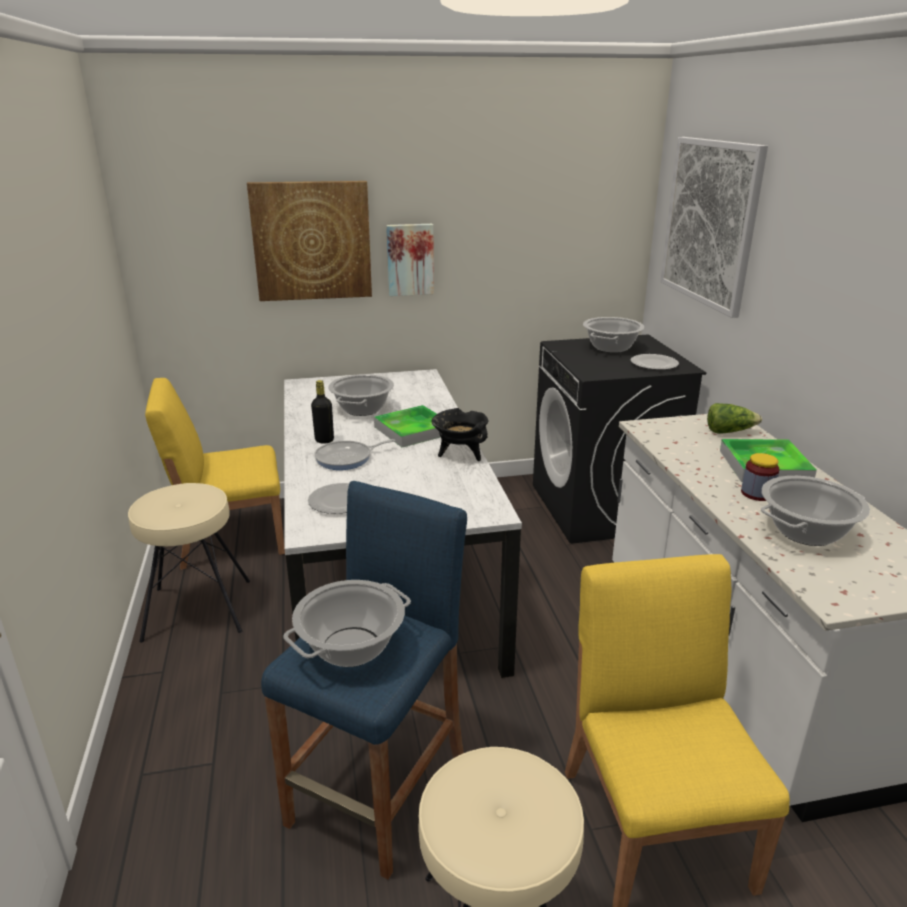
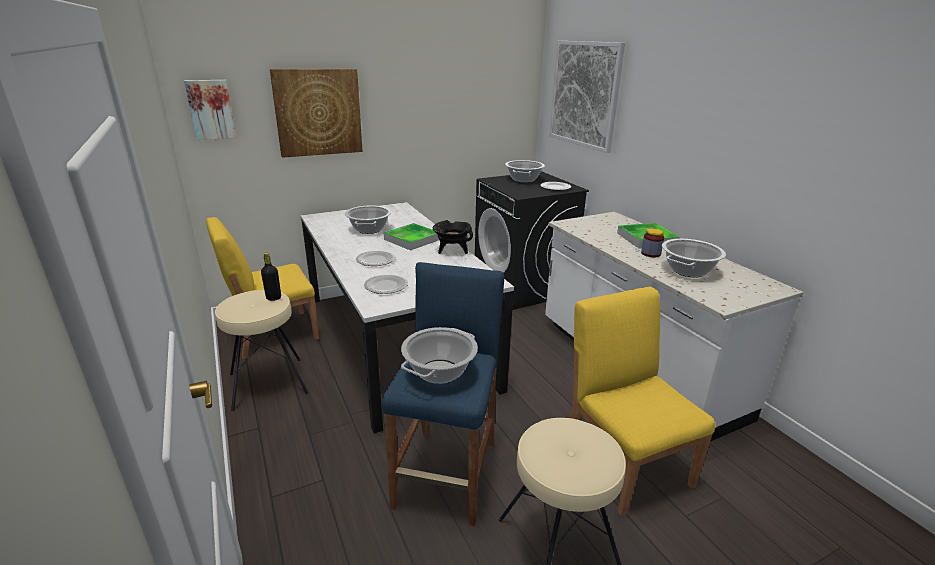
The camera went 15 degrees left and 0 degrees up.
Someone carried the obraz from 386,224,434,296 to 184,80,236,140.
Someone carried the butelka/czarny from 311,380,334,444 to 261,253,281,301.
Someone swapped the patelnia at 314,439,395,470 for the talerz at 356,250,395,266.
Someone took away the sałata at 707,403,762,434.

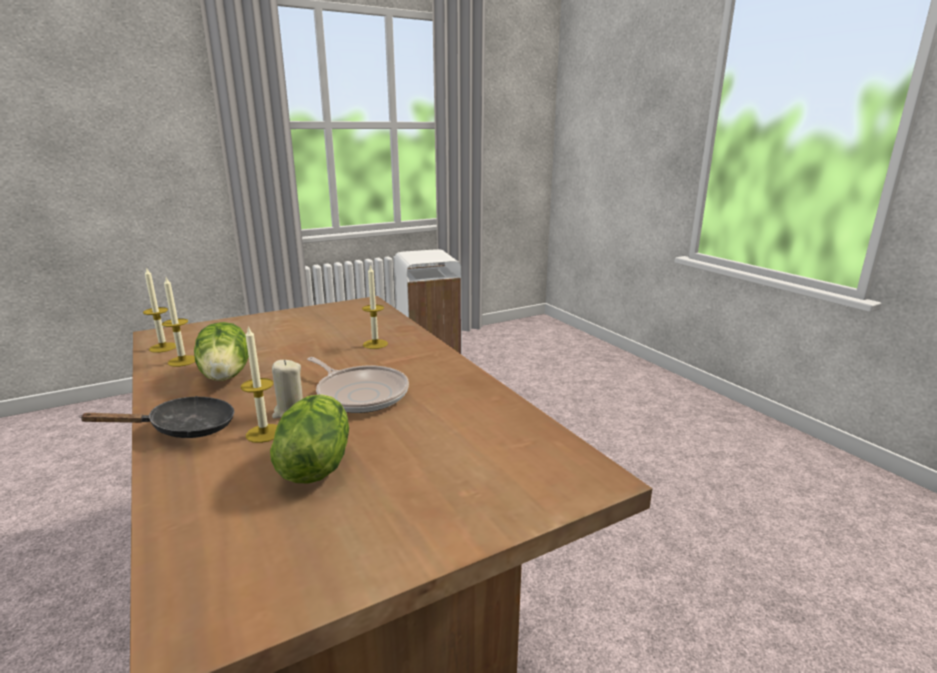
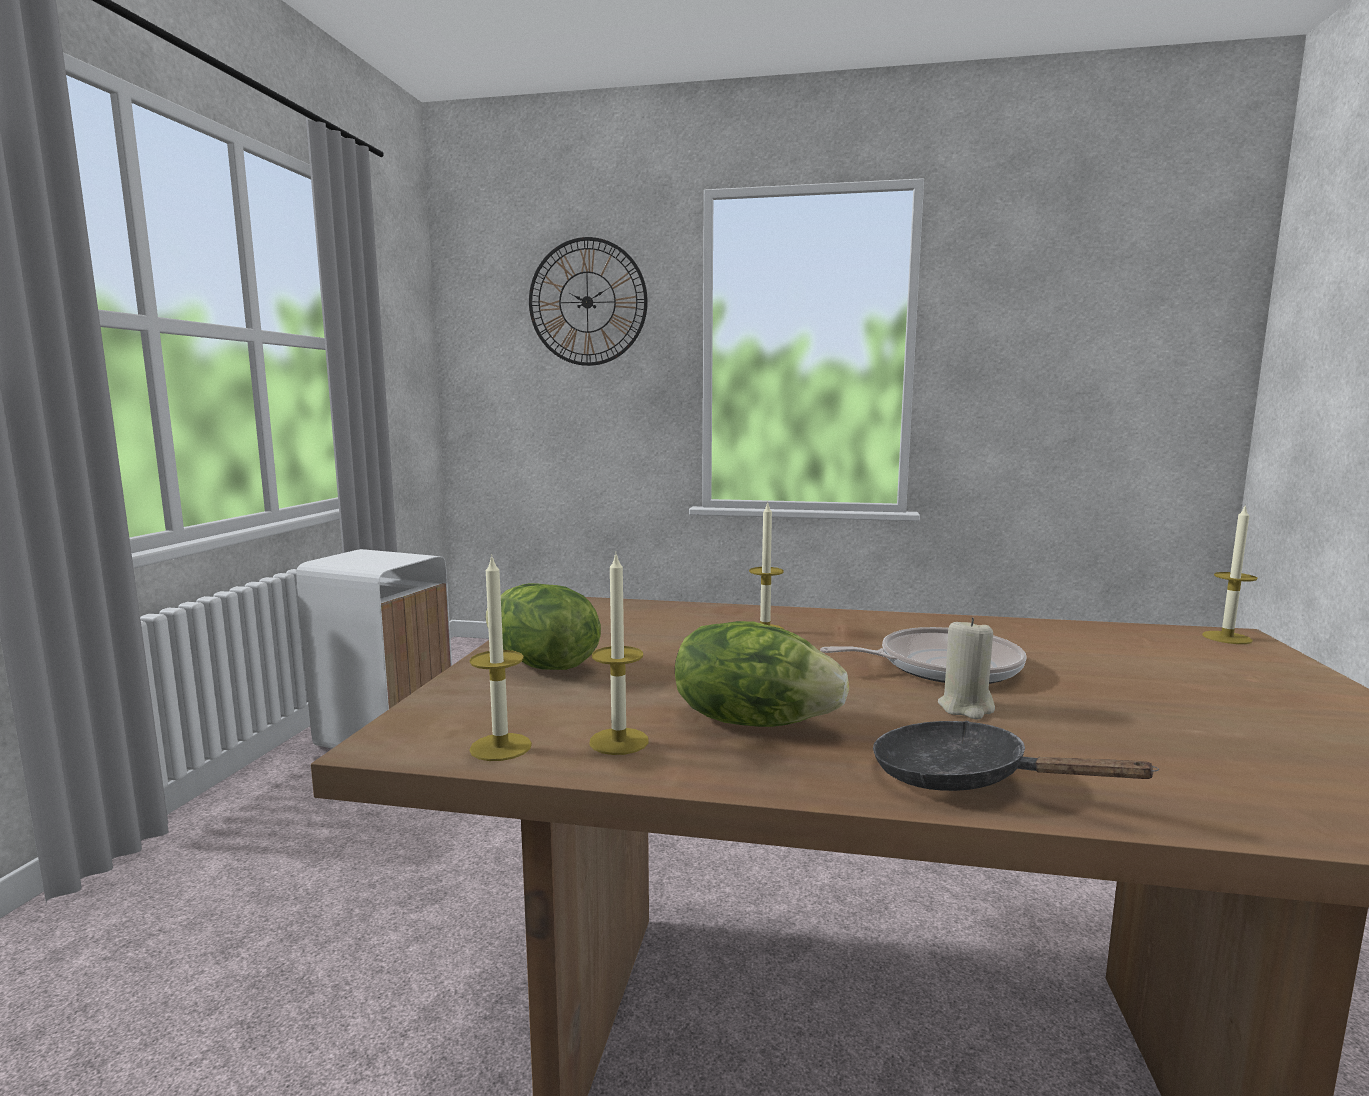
The camera went 50 degrees left and 10 degrees down.
Someone carried the sałata from 270,394,349,483 to 485,583,601,670.
Someone put up the zegar ścienny at 529,237,648,366.
Someone rotated the patelnia/czarny at 79,396,234,438 by 75 degrees counterclockwise.
Someone carried the świeca from 241,326,277,443 to 1202,504,1258,644.

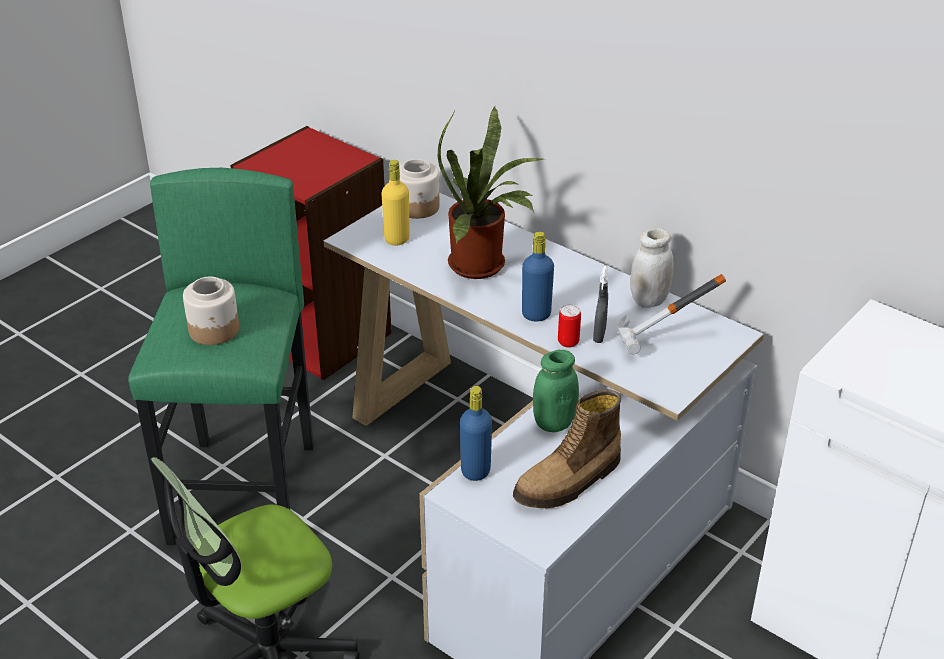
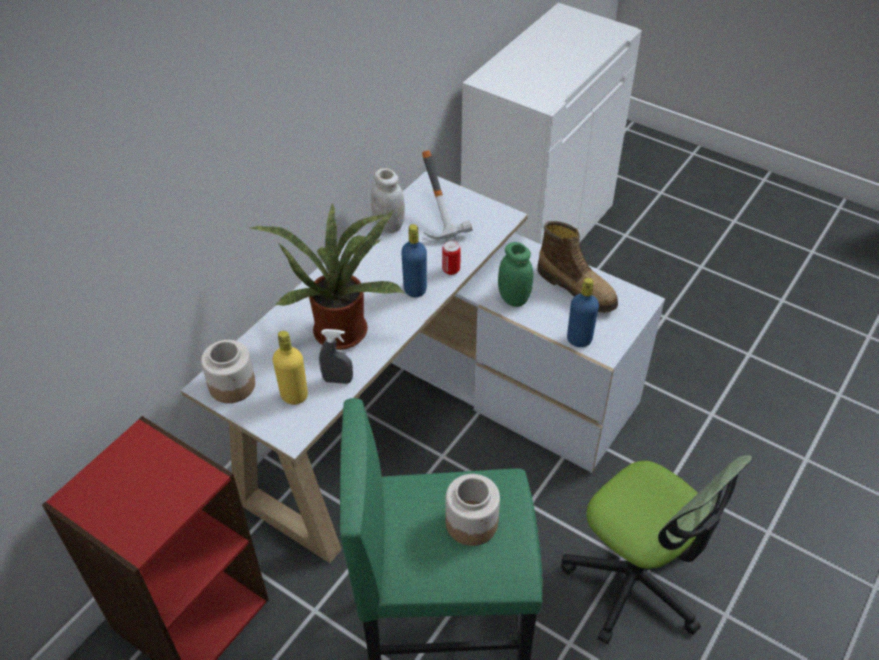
The camera went 95 degrees left and 10 degrees up.
Someone carried the spryskiwacz/szary from 593,266,608,343 to 319,329,353,384.

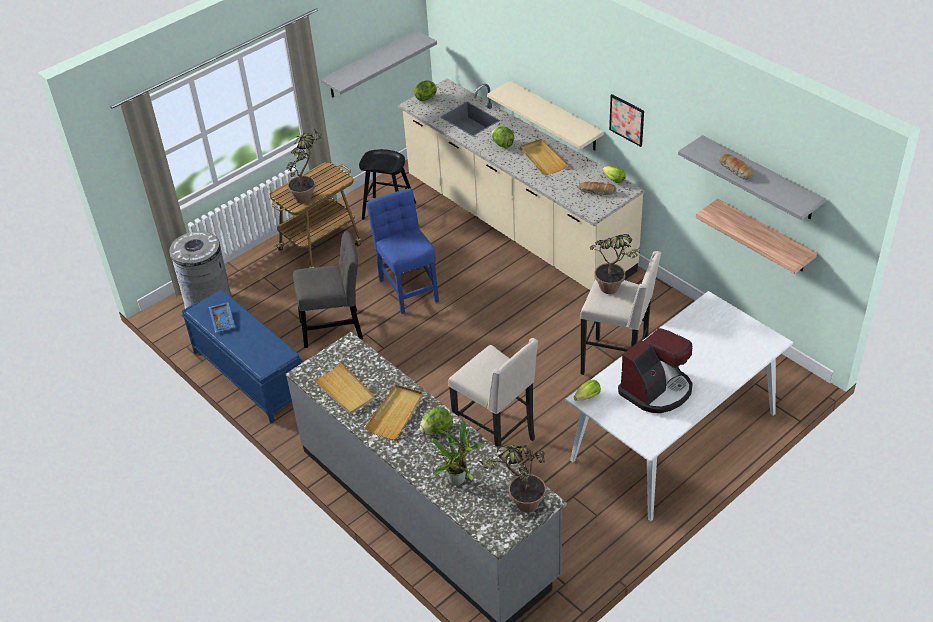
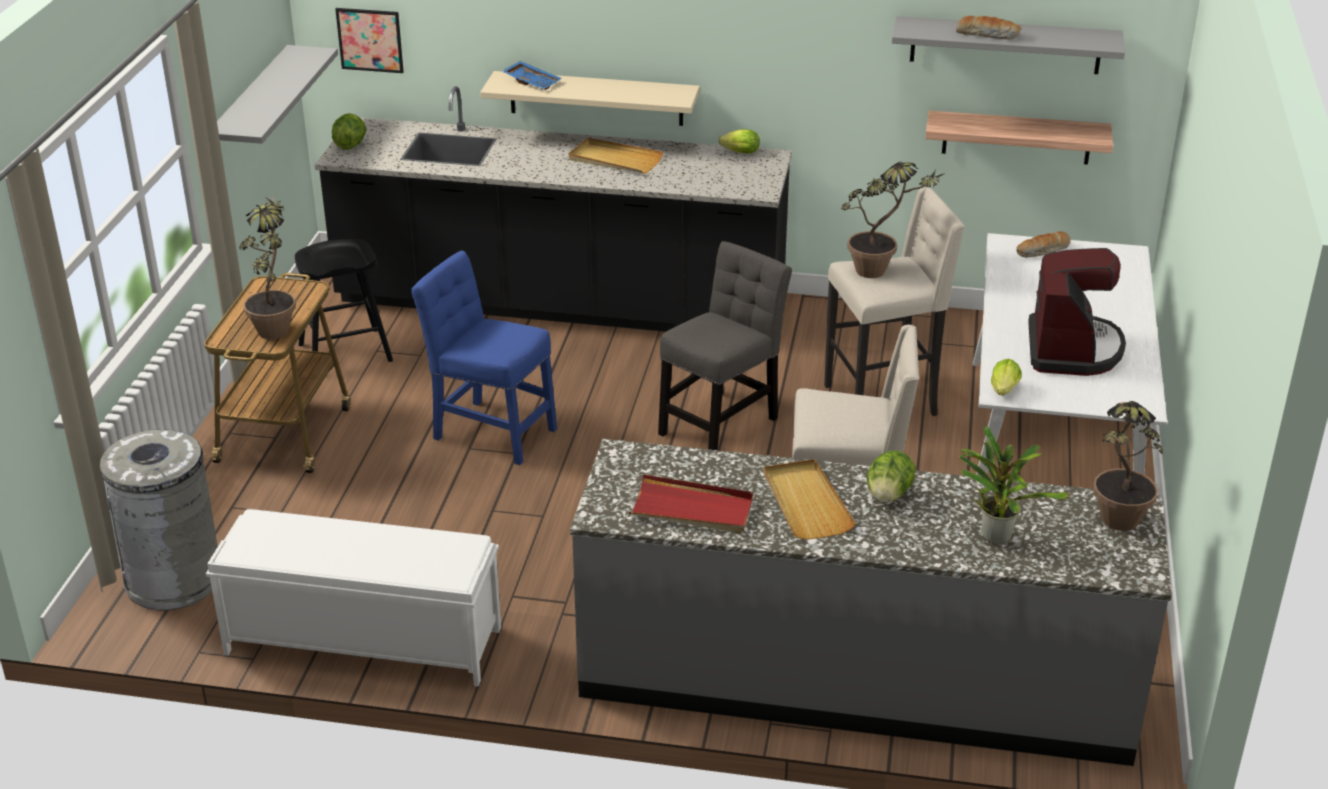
The camera went 40 degrees left and 10 degrees down.
Someone repainted the ławka/niebieski at 182,290,303,423, which became the ławka/biały at 206,509,501,687.
Someone repainted the zabudowa kuchenna/beżowy at 398,78,644,291, which became the zabudowa kuchenna/czarny at 315,86,792,332.
Someone carried the obraz from 609,94,644,147 to 335,8,404,73.
Someone carried the taca/niebieski from 208,302,235,333 to 502,61,562,90.
Someone repainted the taca/beżowy at 311,361,375,415, which became the taca/czerwony at 629,474,754,533.
Someone carried the krzesło/szary from 293,231,363,348 to 658,241,792,450.
Someone carried the chleb from 578,182,616,195 to 1016,231,1070,257.
Someone took away the sałata at 491,126,514,148.

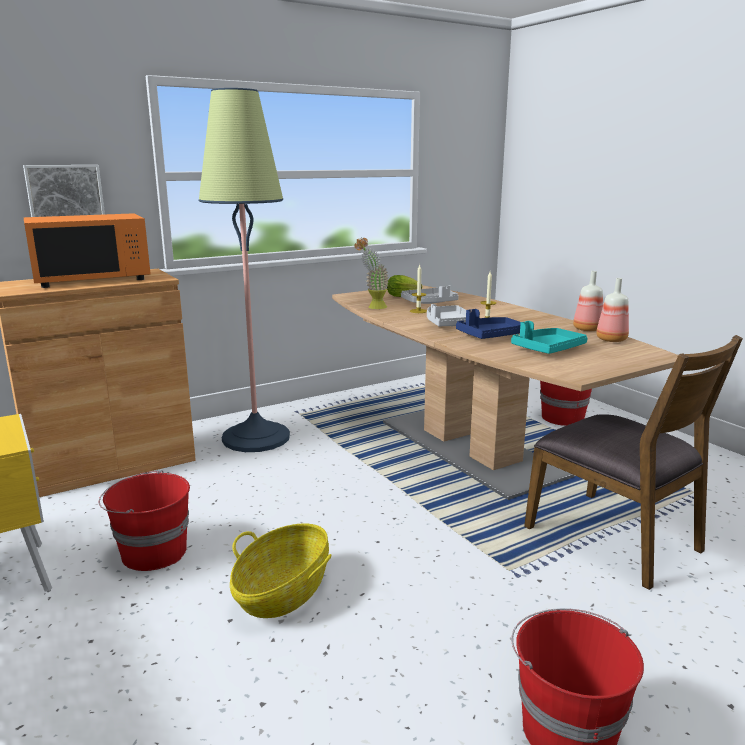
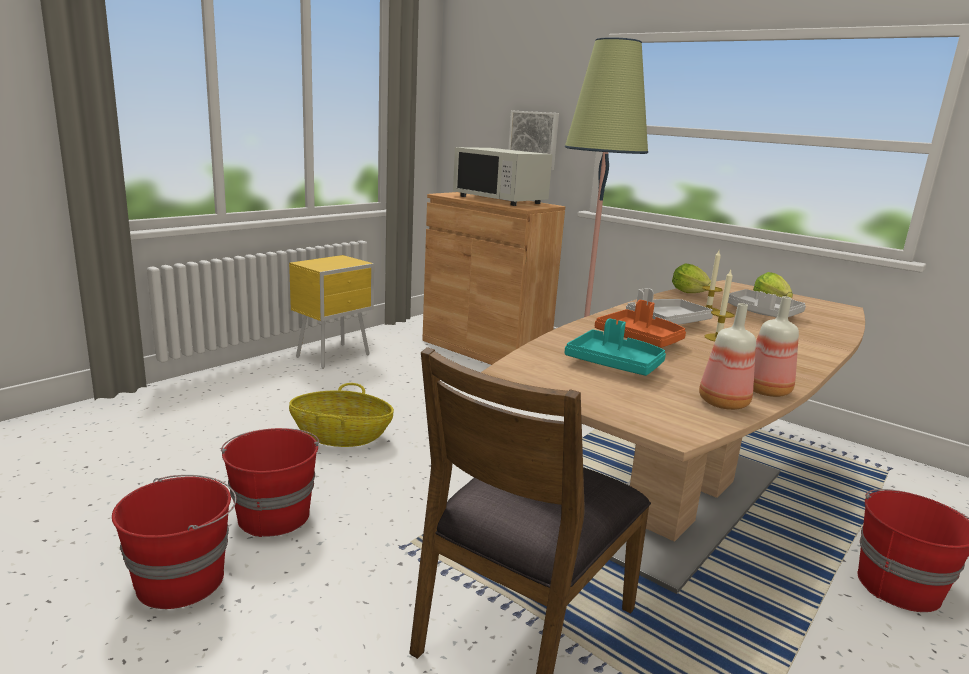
The camera went 70 degrees right and 0 degrees up.
Someone carried the wiadro/czerwony from 99,470,190,571 to 221,428,319,537.
Someone repainted the mikrofalówka/pomarańczowy at 24,213,151,288, which became the mikrofalówka/biały at 453,147,553,206.
Someone repainted the taca/niebieski at 456,309,521,339, which became the taca/pomarańczowy at 595,300,686,348.
Someone swapped the roślina doniczkowa at 354,238,389,309 for the sałata at 672,263,711,293.

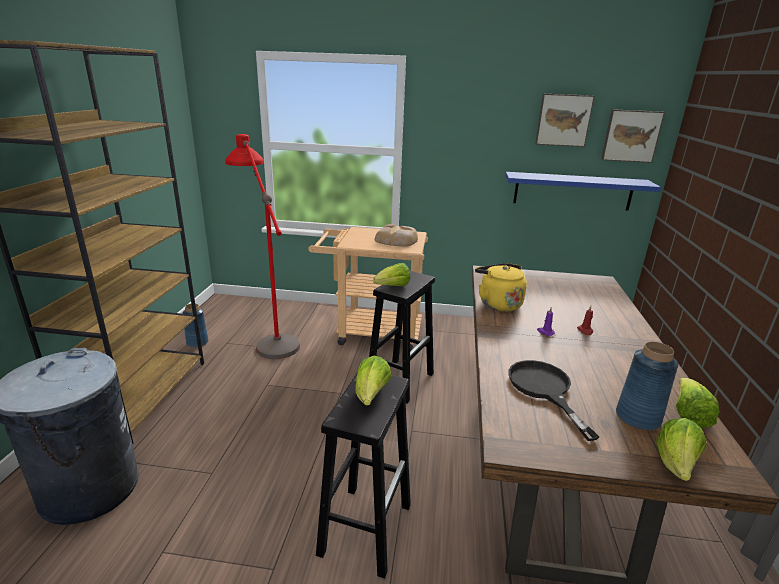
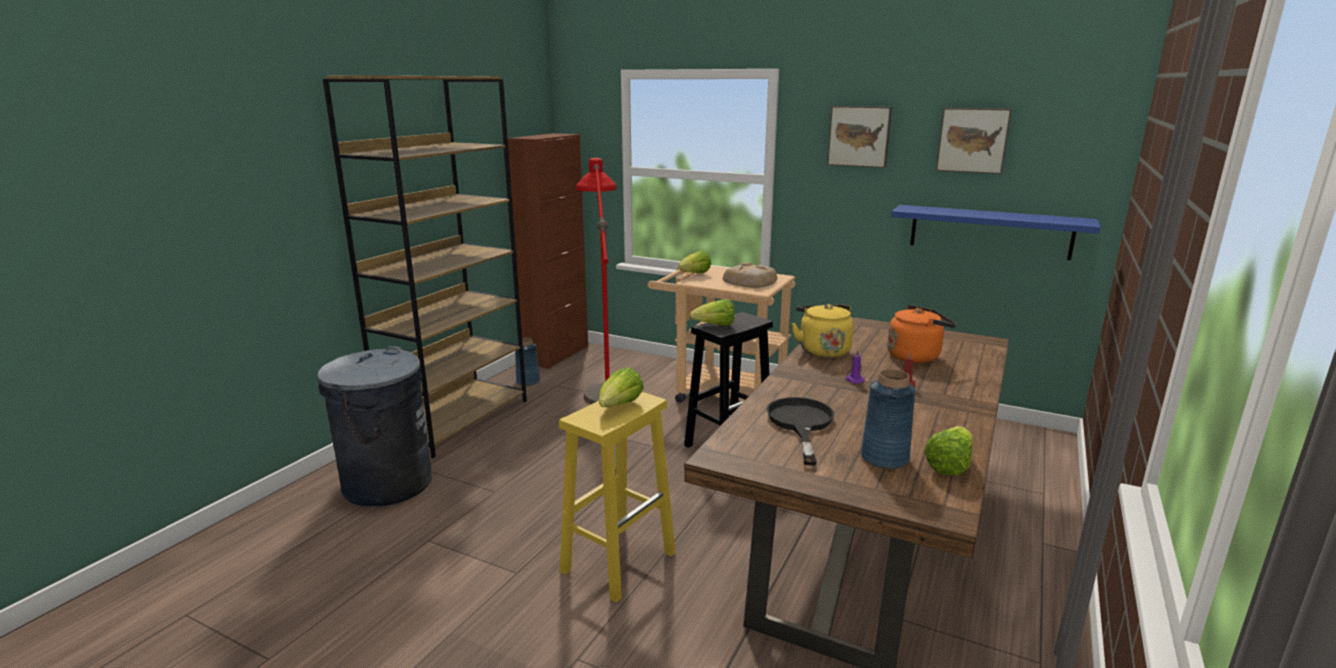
The camera went 20 degrees right and 5 degrees down.
Someone put down the szafka/brązowy at 508,133,588,369.
Someone repainted the stołek/czarny at 316,374,411,579, which became the stołek/żółty at 559,392,676,603.
Someone carried the sałata from 656,418,706,481 to 678,250,711,273.
Someone carried the obraz from 601,109,665,163 to 827,106,892,168.
Someone put down the czajnik/pomarańczowy at 887,305,956,363.

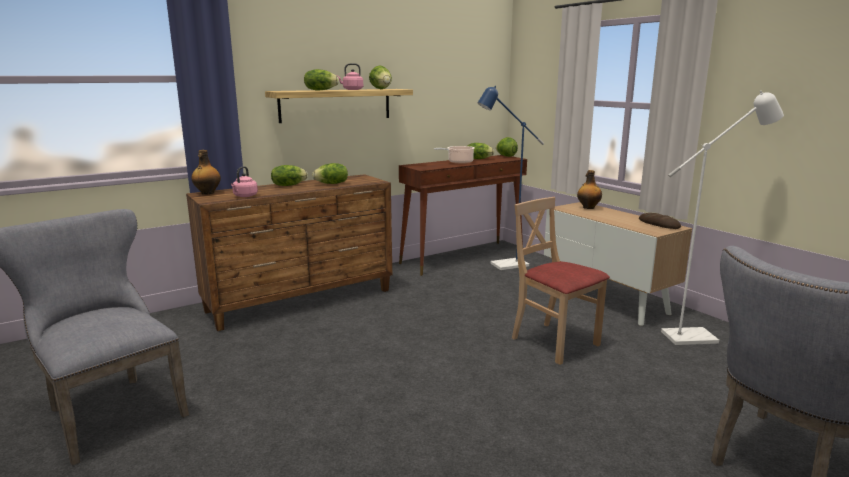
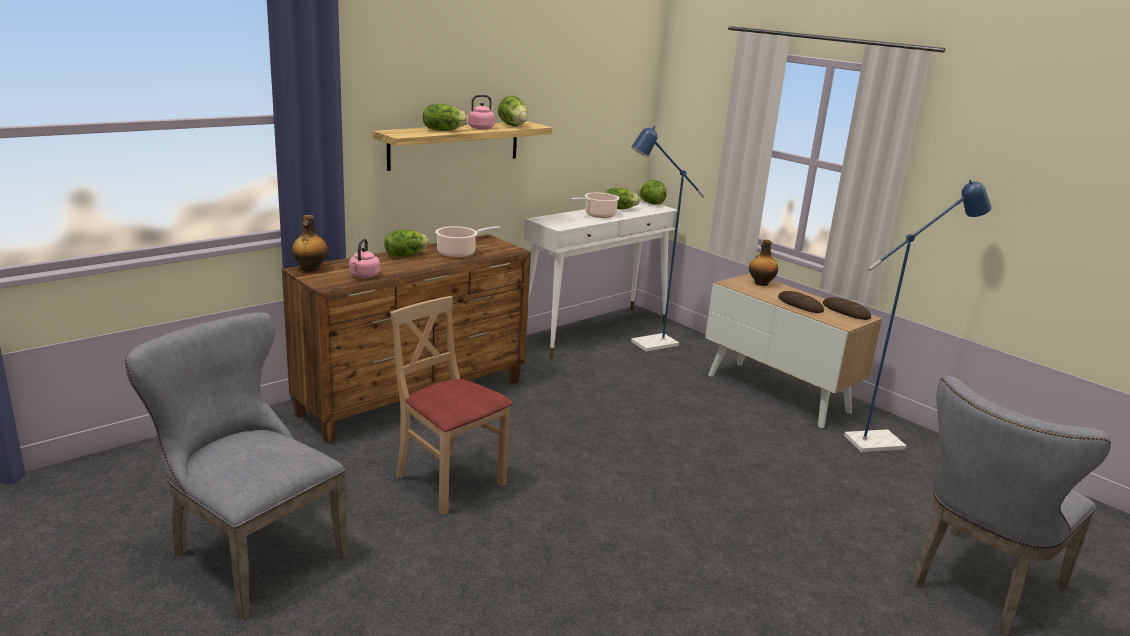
The camera went 10 degrees left and 5 degrees up.
Someone carried the krzesło/beżowy from 512,197,610,365 to 390,296,513,515.
Someone swapped the sałata at 312,163,348,184 for the garnek at 435,226,500,258.
Someone repainted the stolik konsolowy/brązowy at 399,155,527,276, which became the stolik konsolowy/biały at 524,200,677,360.
Someone put down the chleb at 778,291,824,313.
Someone repainted the lampa stojąca/biały at 661,91,784,345, which became the lampa stojąca/niebieski at 844,180,992,452.

